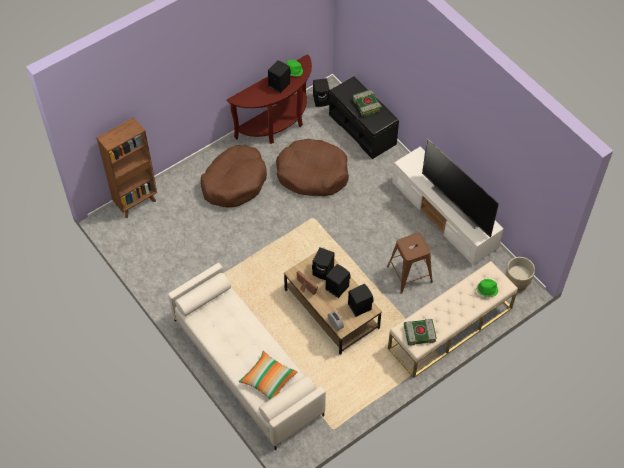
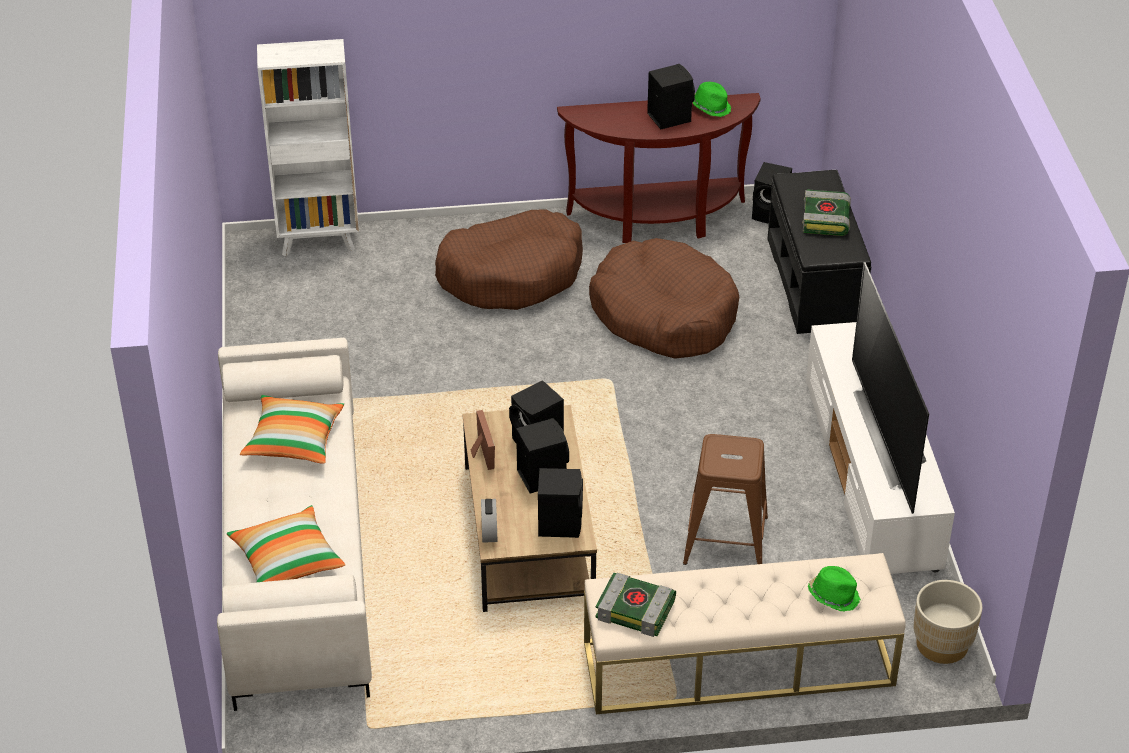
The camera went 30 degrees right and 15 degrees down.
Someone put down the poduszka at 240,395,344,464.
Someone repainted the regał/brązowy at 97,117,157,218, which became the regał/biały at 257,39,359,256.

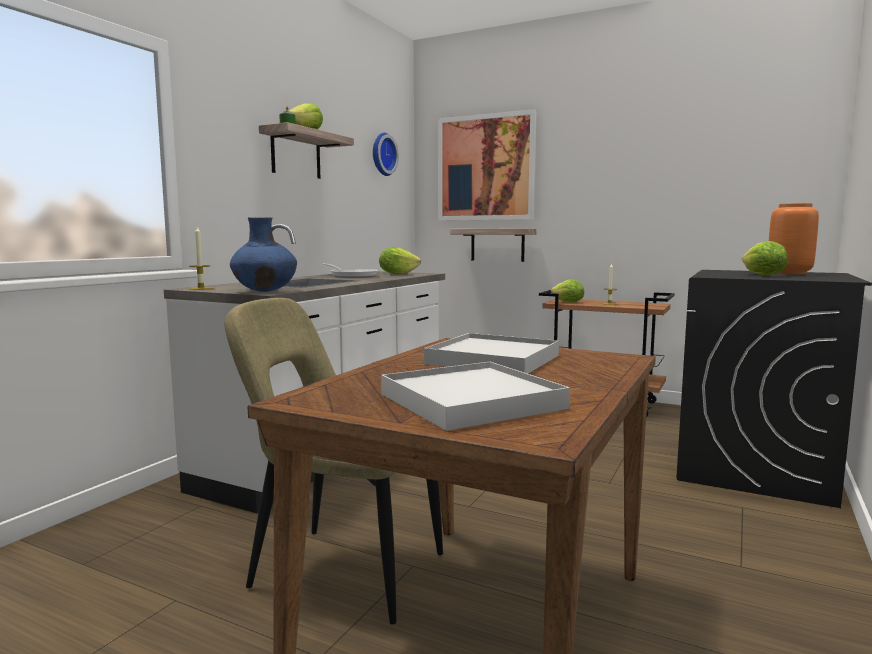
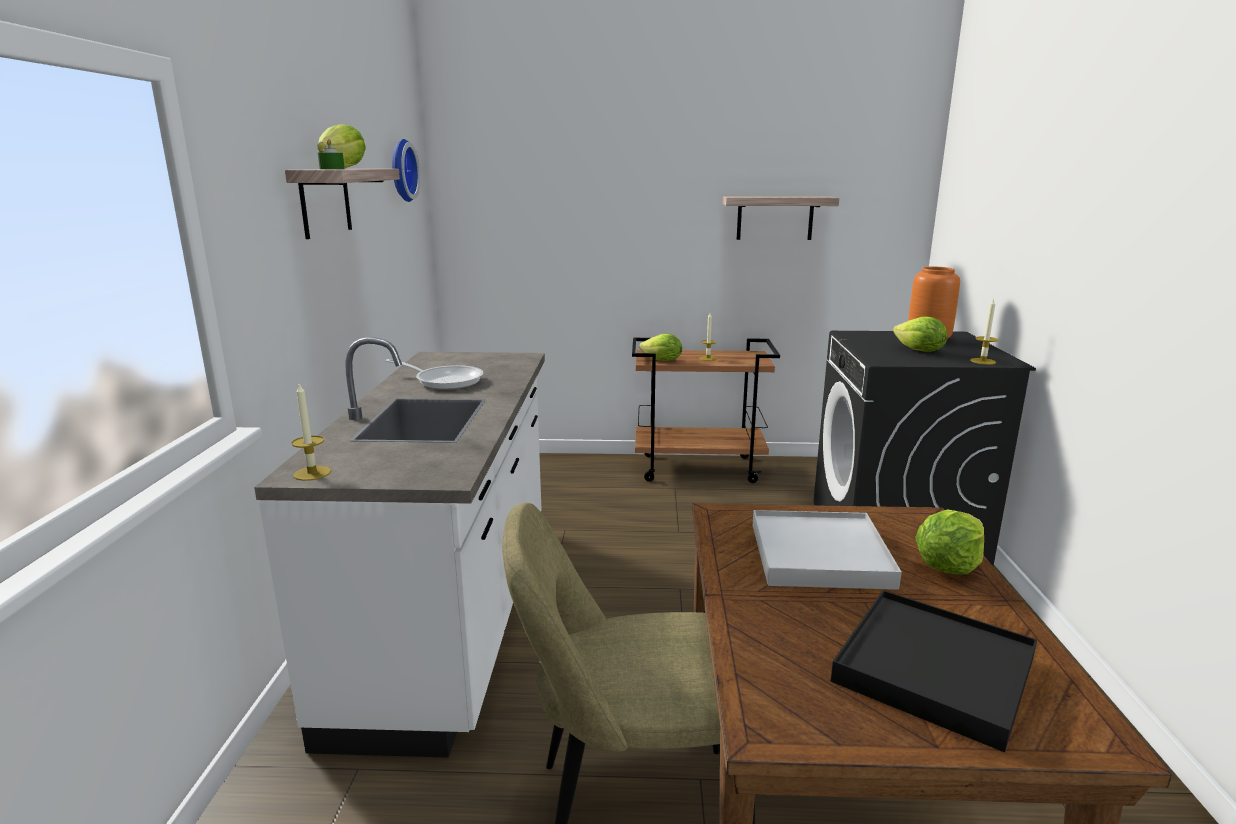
The camera went 25 degrees left and 10 degrees up.
Someone carried the półka from 450,228,537,262 to 722,196,839,240.
Someone repainted the taca/biały at 381,362,570,431, which became the taca/czarny at 831,590,1037,752.
Someone carried the sałata from 379,247,421,274 to 915,509,984,575.
Someone put down the świeca at 970,298,998,365.
Someone took away the wazon/niebieski at 230,217,297,292.
Someone took away the obraz at 438,109,537,221.

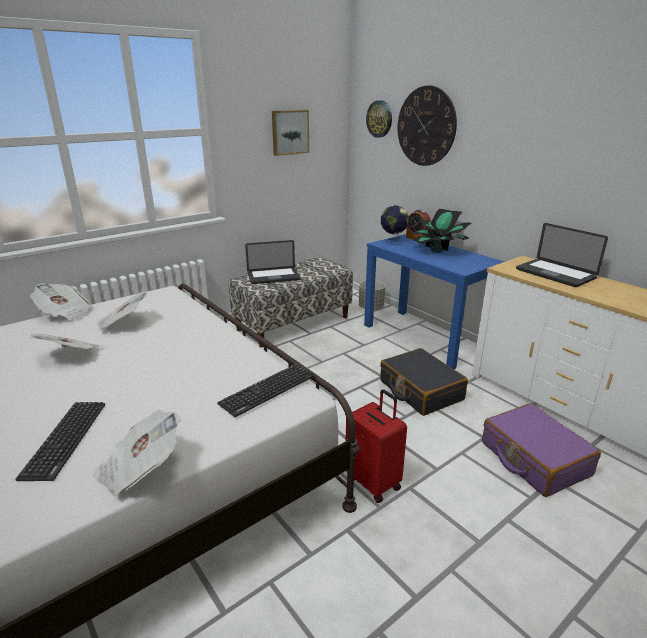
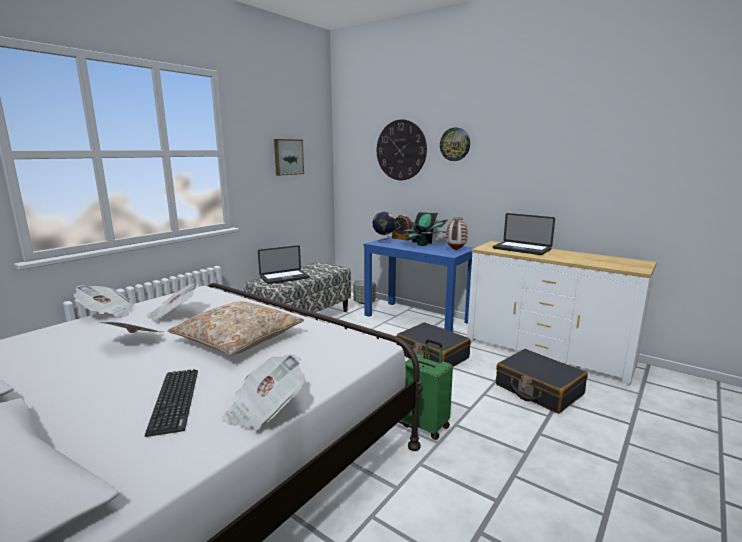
The camera went 15 degrees left and 10 degrees down.
Someone put down the poduszka/beżowy at 167,301,304,356.
Someone repainted the walizka/czerwony at 346,389,407,503, which became the walizka/zielony at 401,339,453,440.
Someone carried the zegar ścienny from 366,100,392,138 to 440,128,470,161.
Someone put down the wazon at 446,217,468,250.
Someone repainted the walizka/fioletowy at 482,403,601,497, which became the walizka/czarny at 496,349,588,414.
Someone took away the klawiatura at 217,364,314,417.

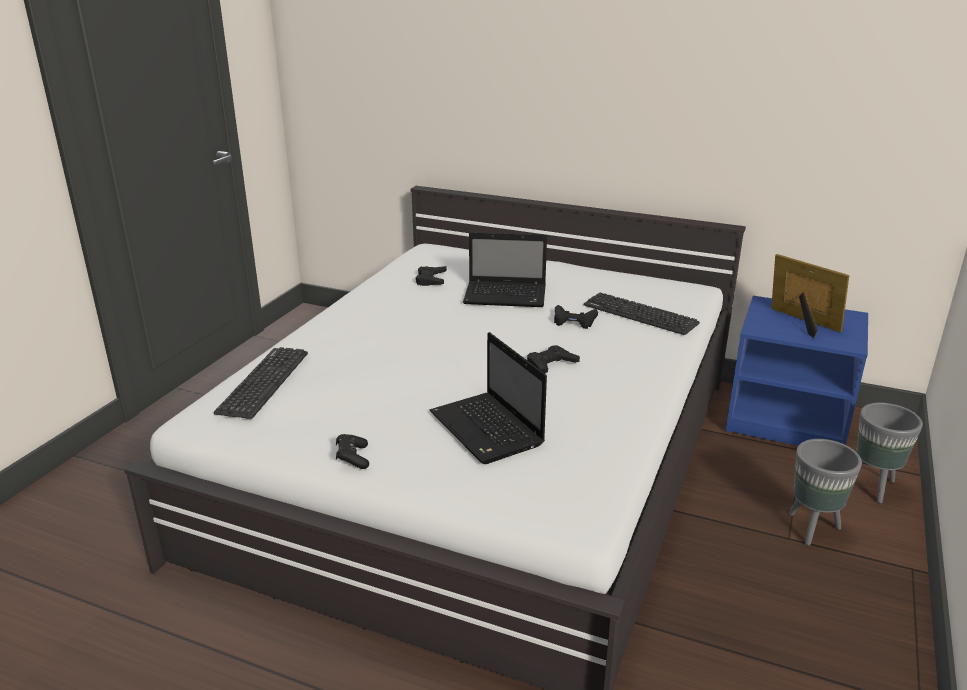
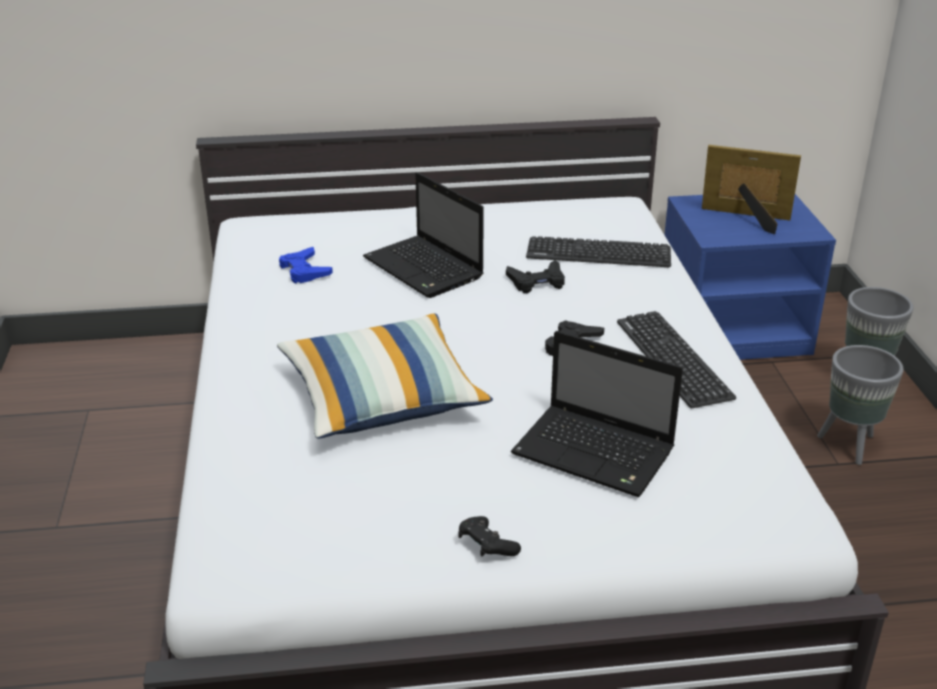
The camera went 30 degrees left and 5 degrees up.
Someone put down the poduszka at 277,313,493,439.
Someone repainted the pad do gier/czarny at 416,266,447,286, which became the pad do gier/niebieski at 279,247,333,283.
Someone rotated the laptop at 463,232,547,307 by 75 degrees clockwise.
Someone carried the klawiatura from 214,347,308,419 to 617,311,736,408.

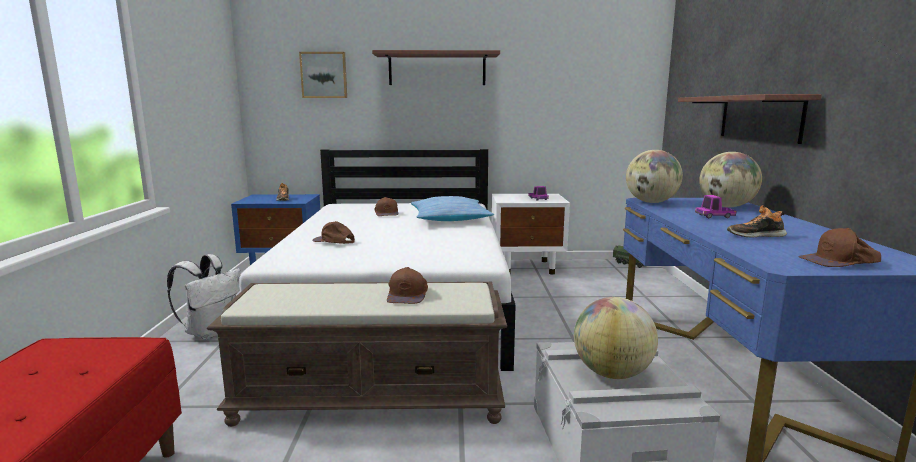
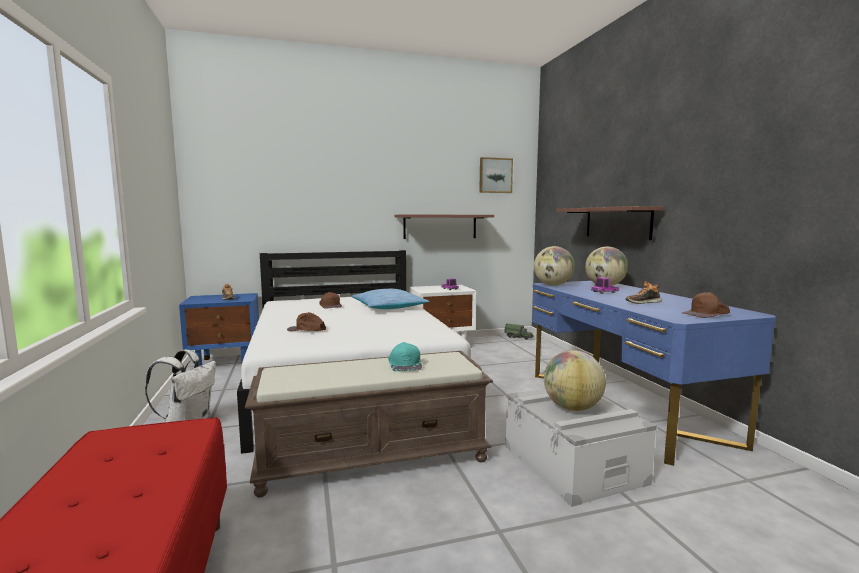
The camera went 15 degrees left and 5 degrees down.
Someone repainted the czapka z daszkiem/brązowy at 387,267,428,304, which became the czapka z daszkiem/turkusowy at 388,342,422,372.
Someone carried the półka from 372,50,500,85 to 395,214,494,239.
Someone carried the obraz from 299,52,347,98 to 479,157,513,193.

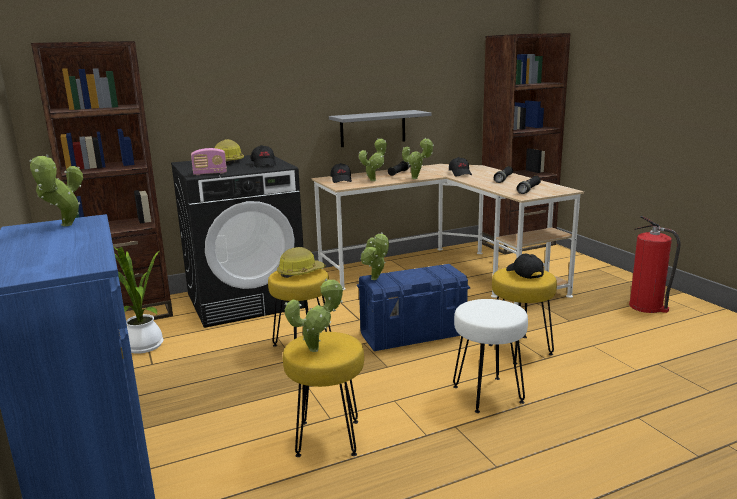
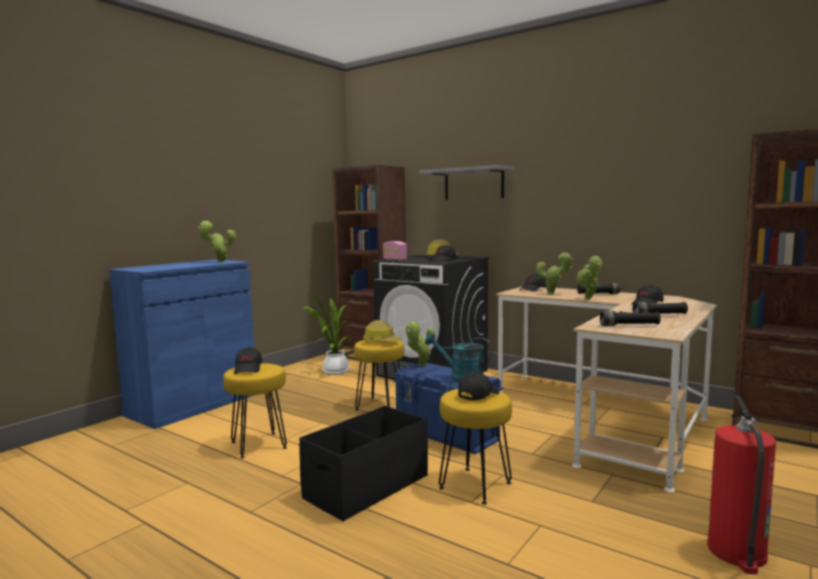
The camera went 60 degrees right and 10 degrees down.
Someone swapped the roślina doniczkowa at 285,278,344,352 for the czapka z daszkiem/czarny at 234,347,262,374.
Someone swapped the stołek/biały at 453,299,528,413 for the pojemnik do przechowywania/czarny at 299,406,428,522.
Someone carried the półka/szary from 329,110,431,147 to 419,165,514,200.
Someone put down the konewka/turkusowy at 425,333,492,382.

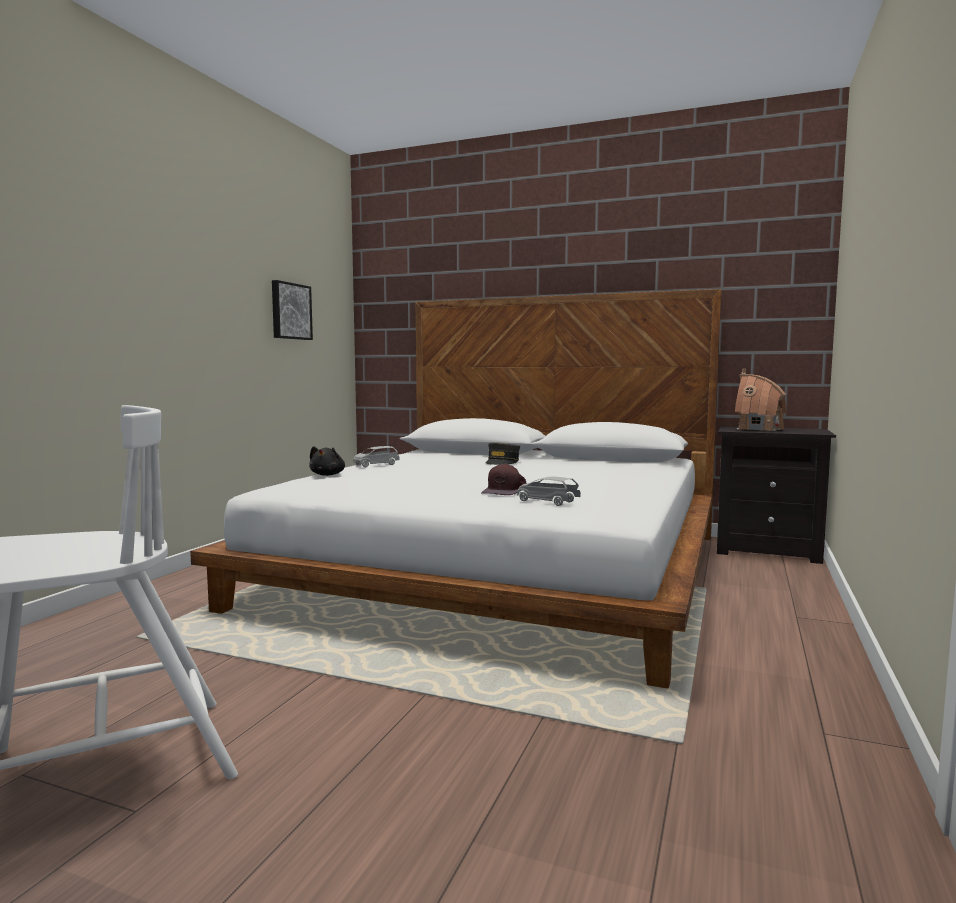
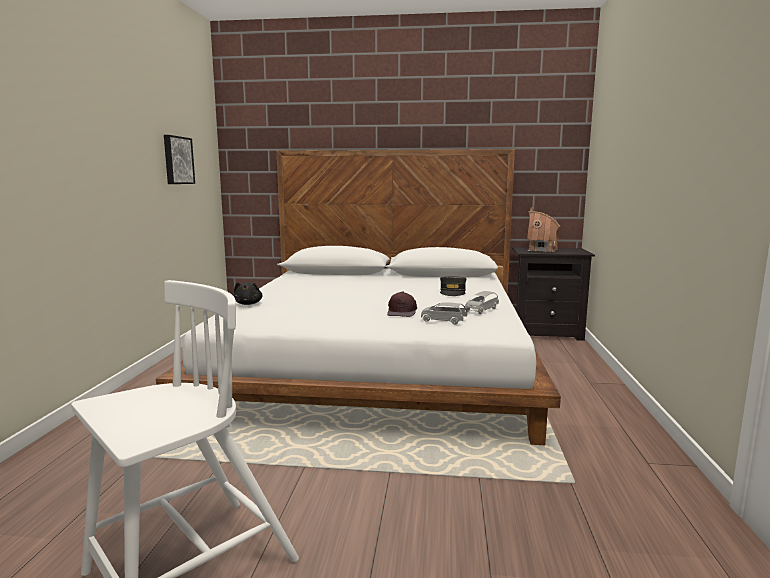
The camera went 15 degrees left and 5 degrees up.
Someone carried the czapka z daszkiem/szary from 486,443,520,465 to 440,276,466,296.
Someone carried the samochodzik/szary from 353,446,400,467 to 465,291,499,314.

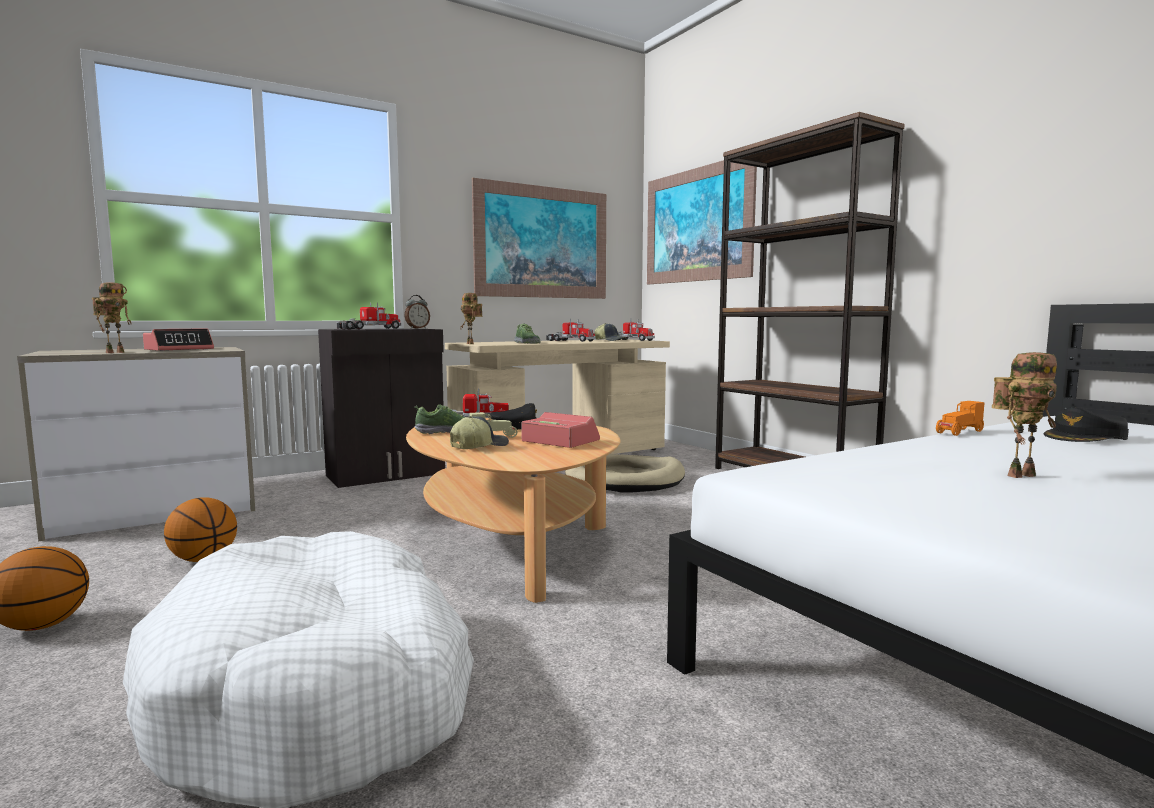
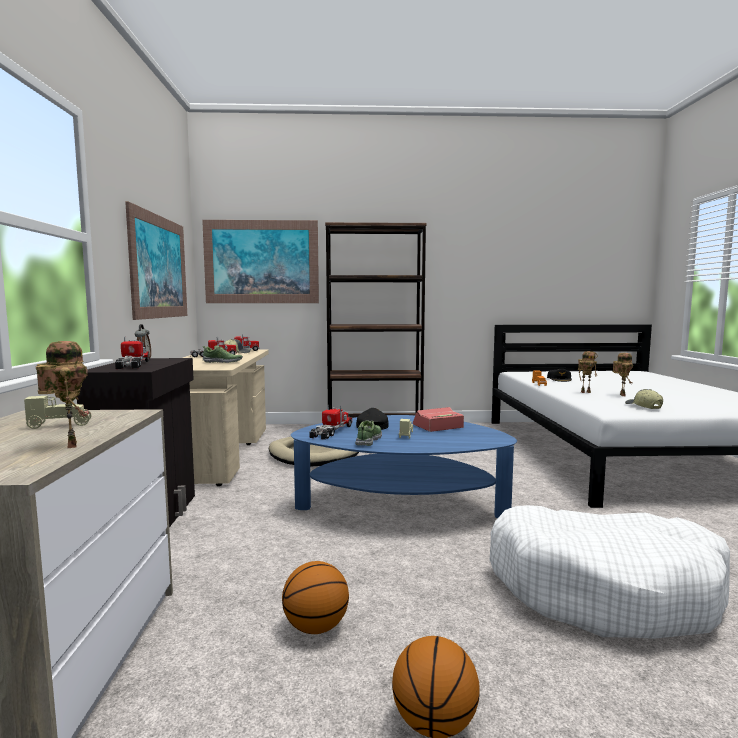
The camera went 60 degrees left and 0 degrees up.
Someone swapped the budzik at 143,328,214,351 for the samochodzik/beżowy at 24,396,91,429.
Someone repainted the ława/beżowy at 406,418,620,603, which became the ława/niebieski at 291,415,517,518.
Someone carried the robot zabawkowy from 460,293,483,344 to 578,351,598,393.
Someone carried the czapka z daszkiem from 450,416,509,449 to 625,389,663,409.

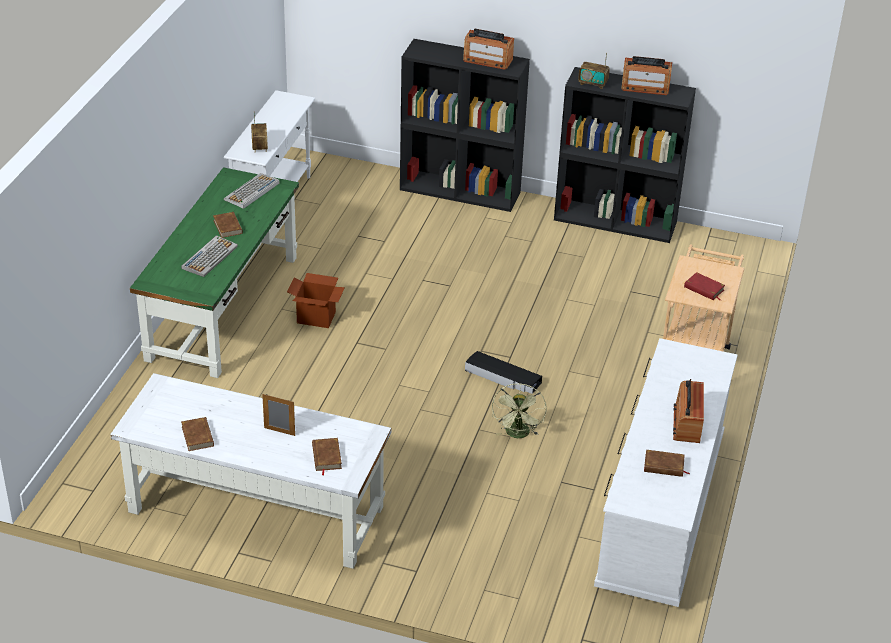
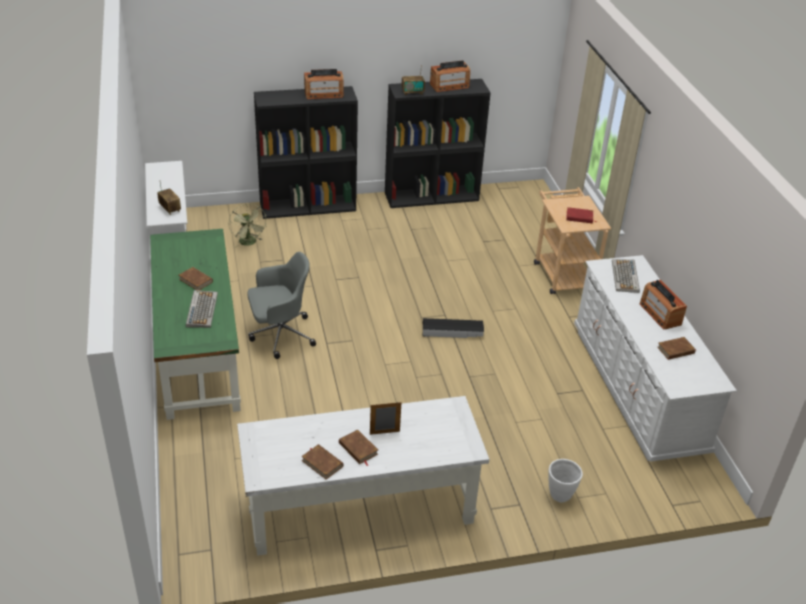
The camera went 30 degrees left and 0 degrees up.
Someone carried the wentylator/zielony from 492,383,547,438 to 229,204,266,247.
Someone swapped the karton at 287,273,345,328 for the krzesło biurowe/szary at 247,252,316,359.
Someone carried the książka/brązowy from 312,438,342,475 to 339,430,378,466.
Someone put down the donica/biały at 548,459,583,502.
Someone carried the klawiatura from 224,173,280,209 to 612,259,640,293.

